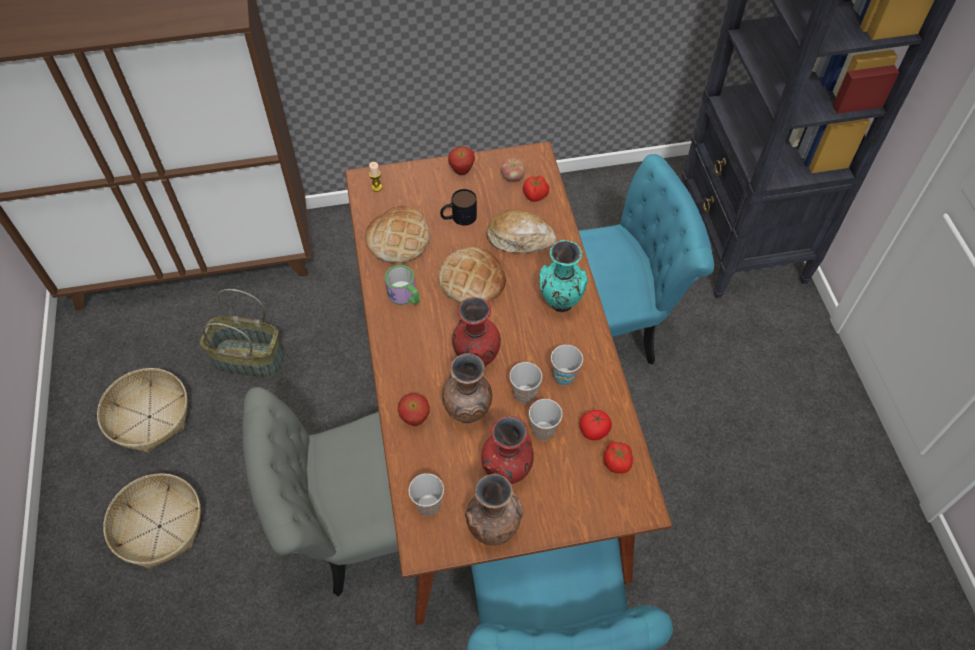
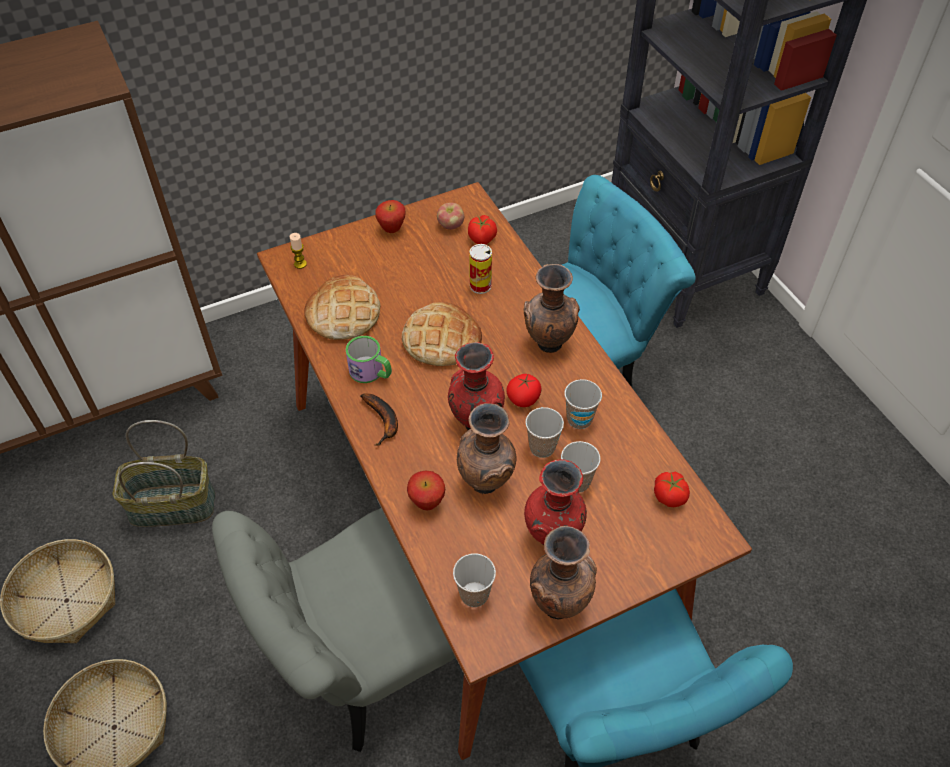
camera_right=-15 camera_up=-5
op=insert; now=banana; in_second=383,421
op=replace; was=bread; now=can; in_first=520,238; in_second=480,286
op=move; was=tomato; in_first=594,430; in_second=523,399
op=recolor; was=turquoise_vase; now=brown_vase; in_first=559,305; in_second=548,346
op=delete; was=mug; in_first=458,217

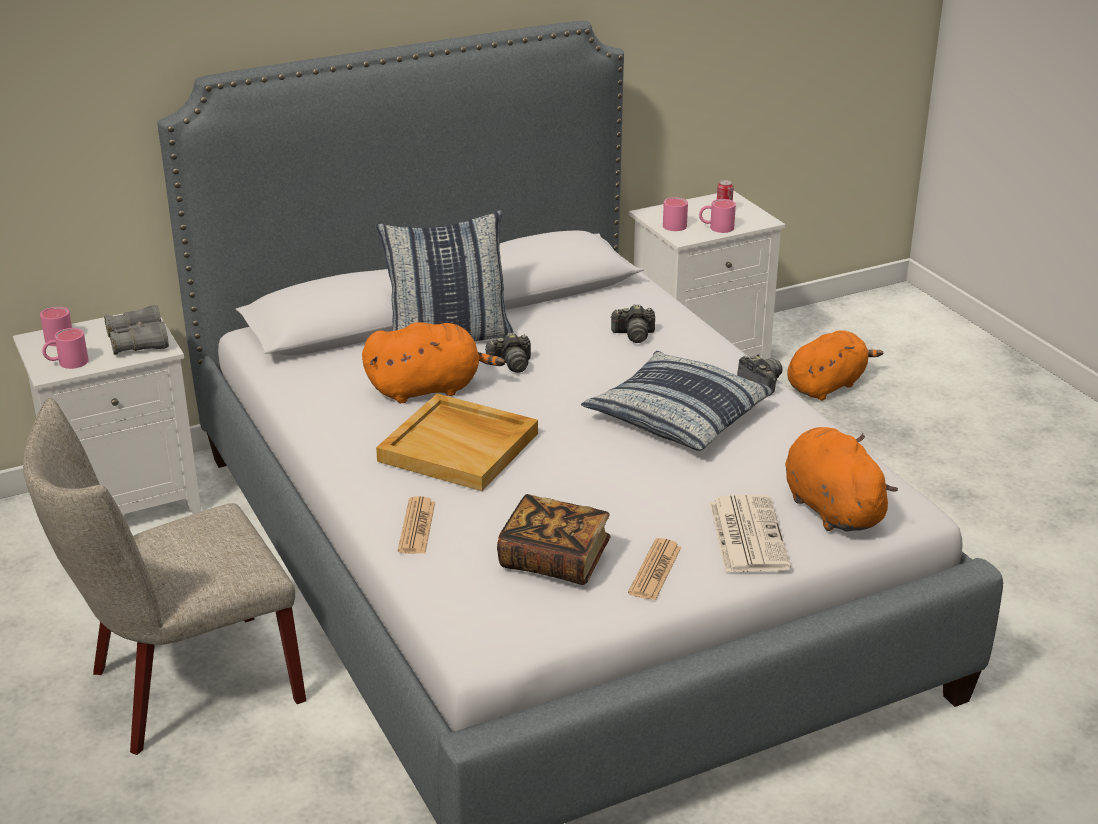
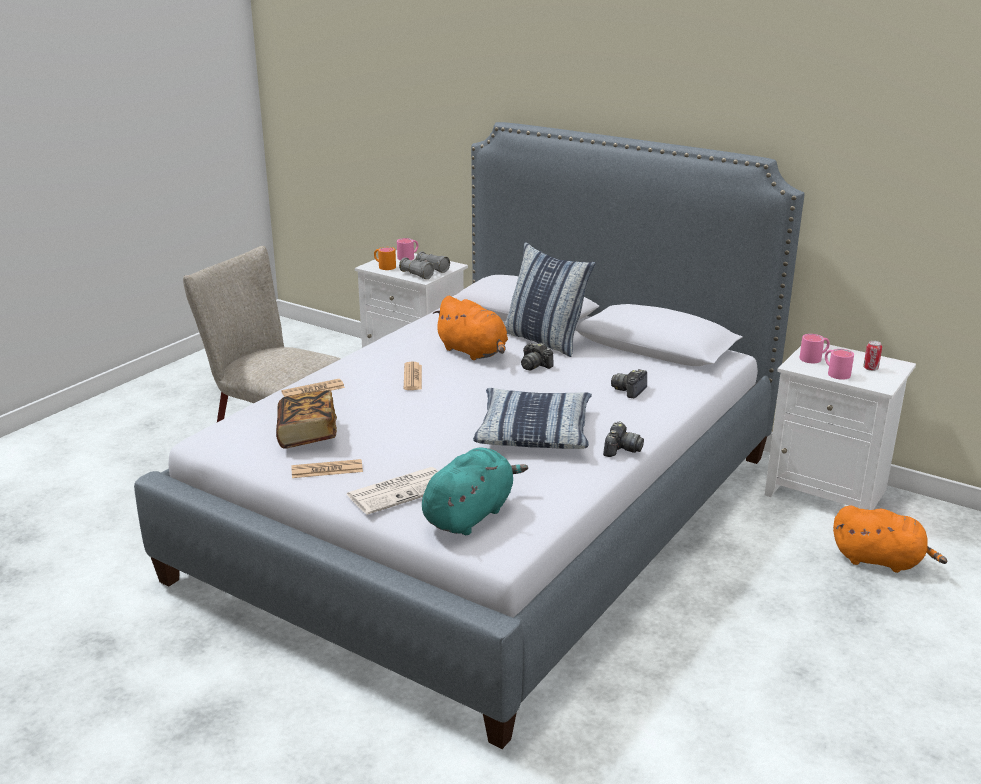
camera_right=60 camera_up=-5
op=recolor; was=pink_mug; now=orange_mug; in_first=66,363; in_second=384,266
op=replace; was=beige_tray; now=newspaper; in_first=460,447; in_second=412,377
op=recolor; was=orange_plush_toy; now=turquoise_plush_toy; in_first=830,507; in_second=470,515
op=rotate; was=photo_camera; in_first=633,335; in_second=630,391; clockwise=60

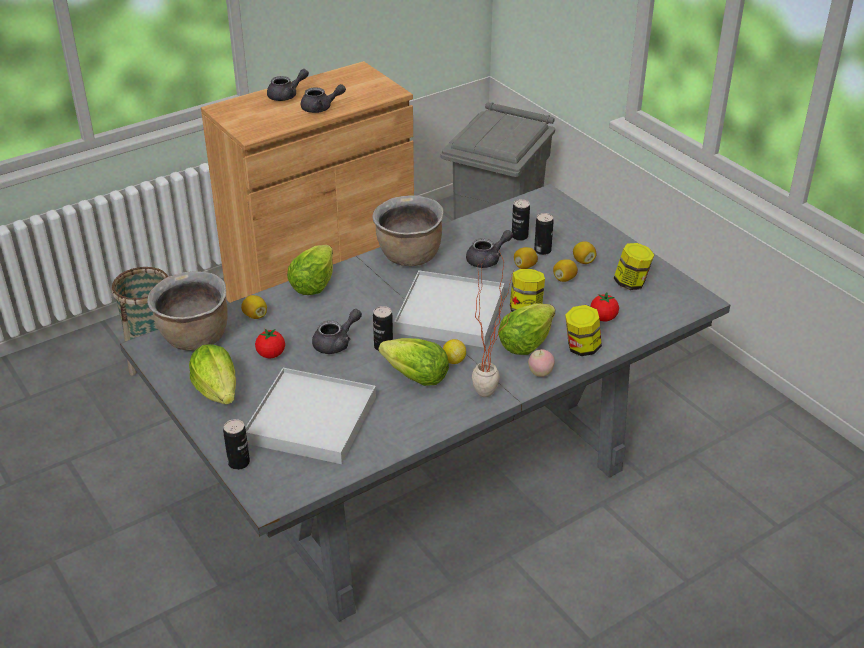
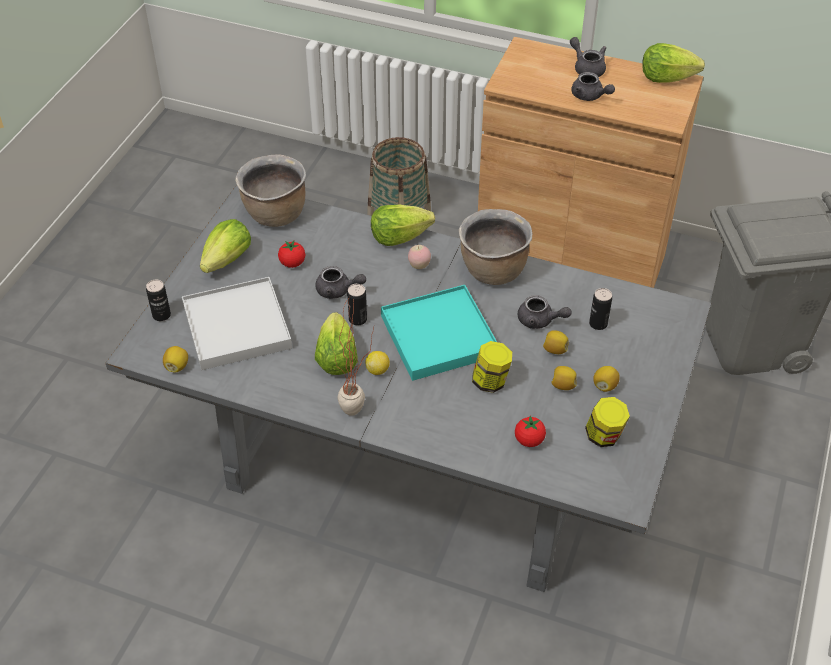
camera_right=55 camera_up=10
op=move; was=lemon; in_first=255,316; in_second=177,366
op=recolor; was=white_tray; now=turquoise_tray; in_first=450,313; in_second=439,336
op=move; was=apple; in_first=540,373; in_second=419,266
op=rotate; was=grey_teapot; in_first=287,95; in_second=587,68; clockwise=-150
op=move; was=lettuce; in_first=525,343; in_second=666,78
op=delete; was=can; in_first=542,250
op=delete; was=jar; in_first=581,348

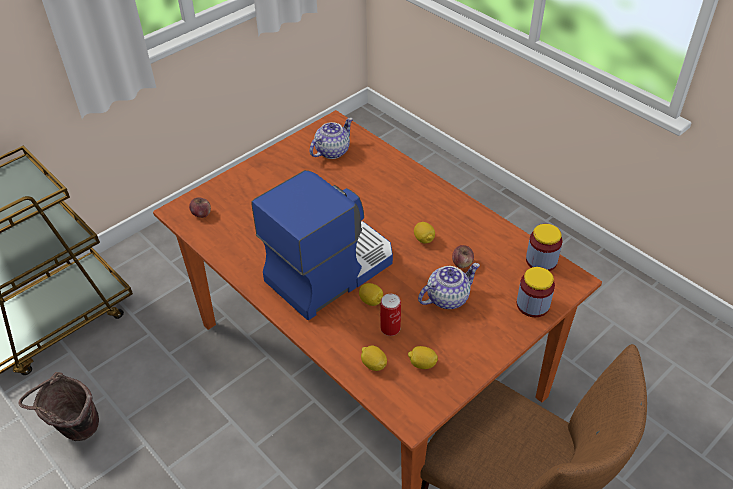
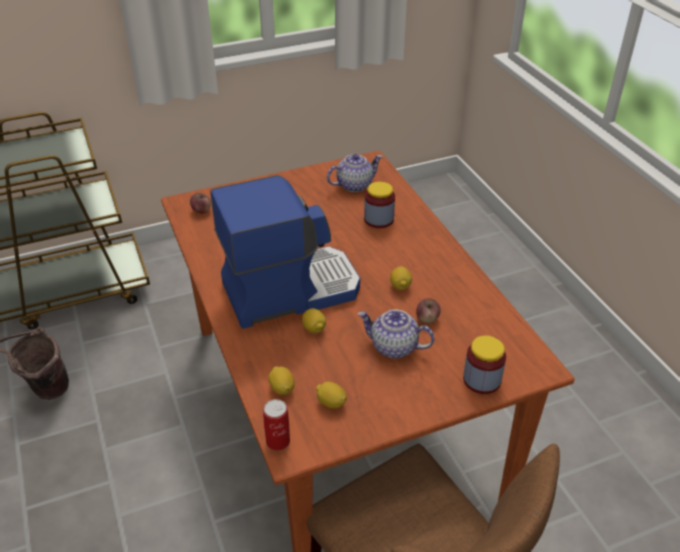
camera_right=20 camera_up=-5
op=move; was=can; in_first=390,328; in_second=278,441
op=rotate; was=teapot; in_first=447,297; in_second=393,347; clockwise=-150
op=move; was=jar; in_first=541,261; in_second=378,219

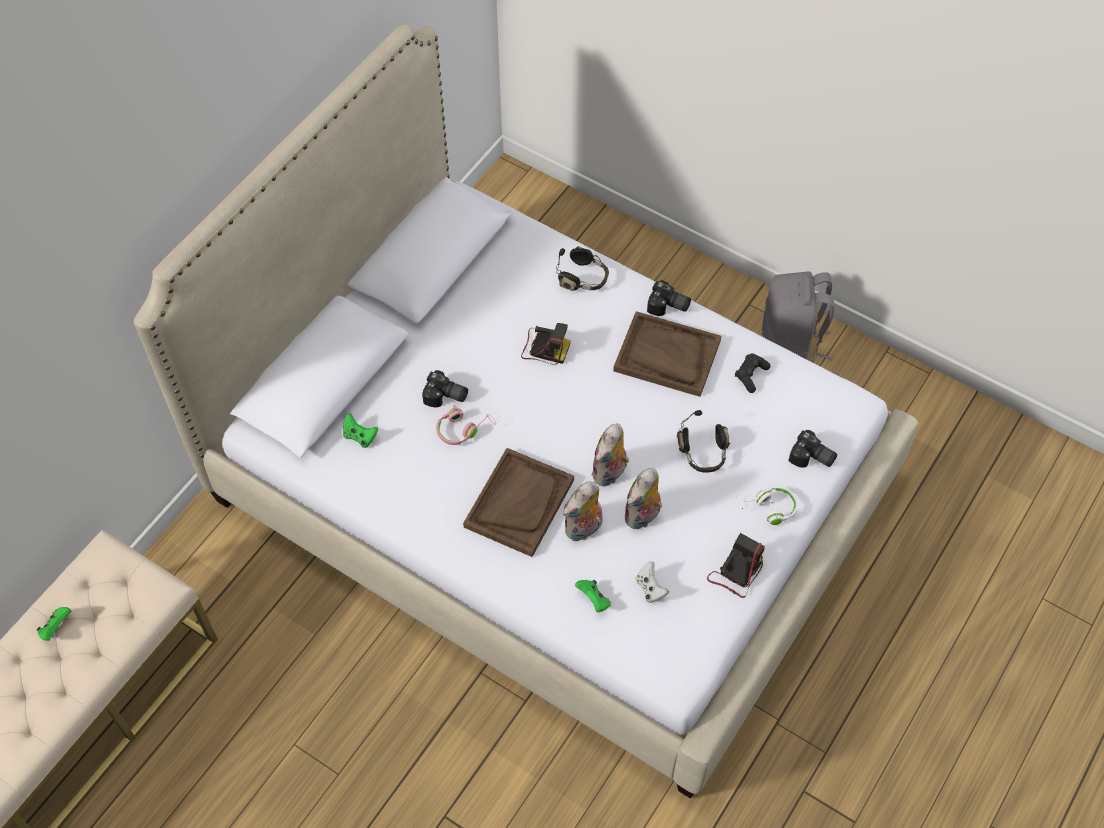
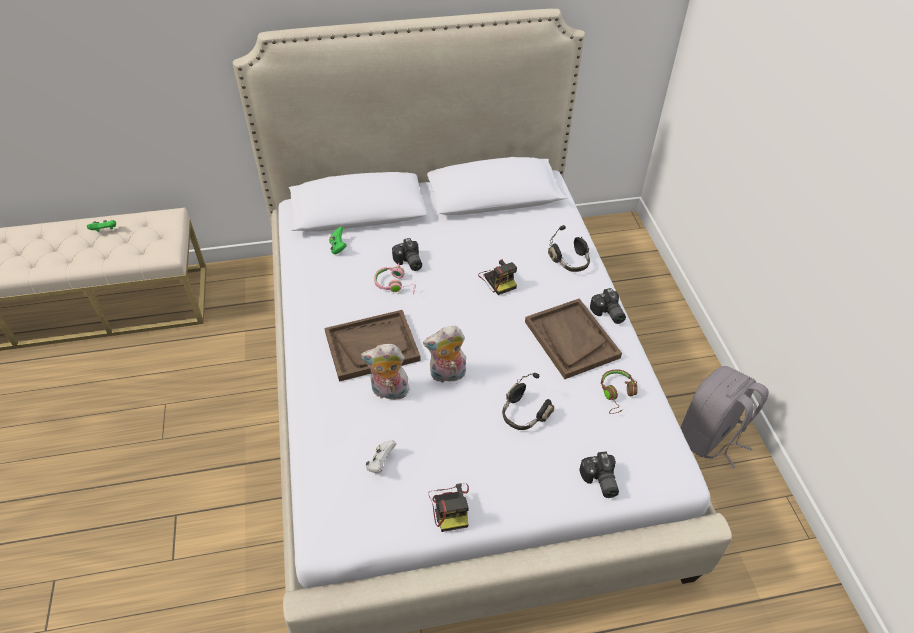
camera_right=45 camera_up=-10
op=rotate; was=photo_camera; in_first=736,572; in_second=450,507; clockwise=90
op=replace; was=black_game_controller; now=brown_headphones; in_first=750,375; in_second=617,394
op=delete; was=green_game_controller; in_first=594,600
op=delete; was=plush_toy; in_first=643,517
op=delete; was=white_headphones; in_first=768,508

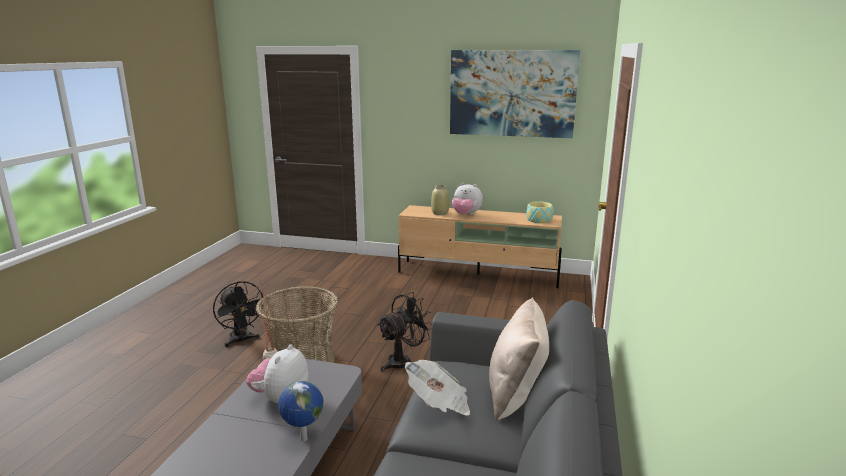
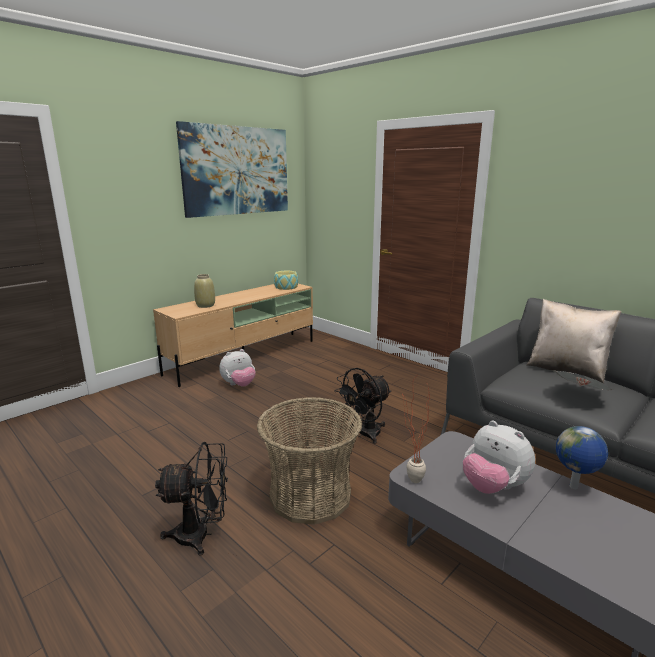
camera_right=-60 camera_up=0
op=move; was=plush_toy; in_first=466,215; in_second=239,385
op=rotate; was=black_fan; in_first=403,361; in_second=364,434; clockwise=-120

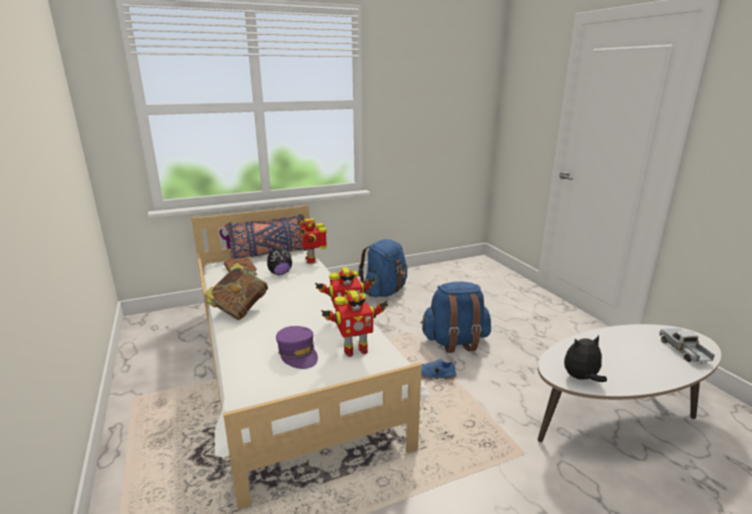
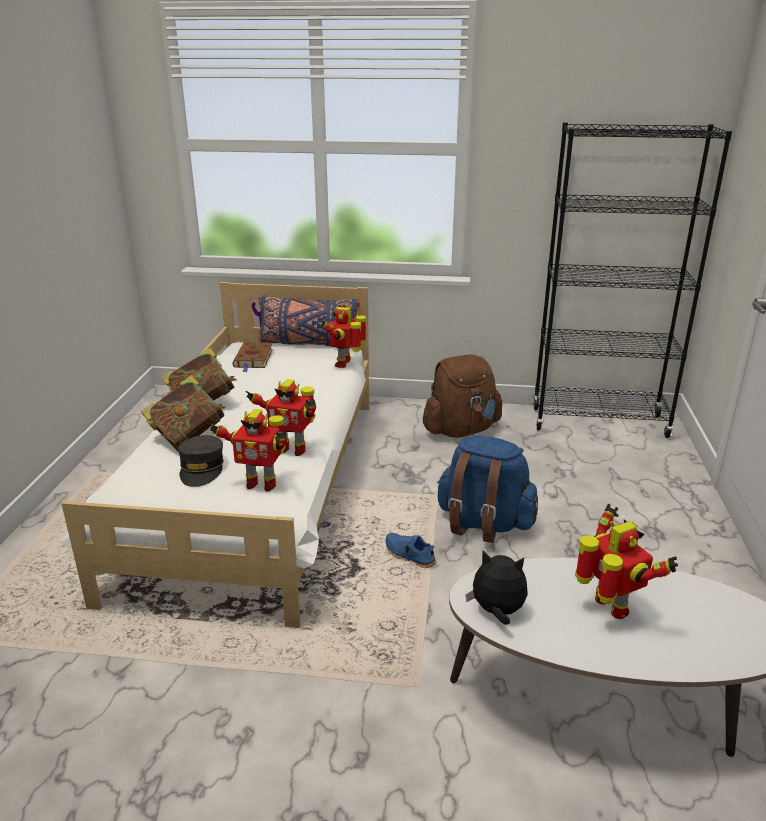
camera_right=30 camera_up=5
op=insert; now=book; in_second=188,437
op=recolor; was=purple_cap; now=grey_cap; in_first=298,354; in_second=202,469
op=recolor; was=blue_backpack; now=brown_backpack; in_first=385,291; in_second=461,430
op=insert; now=black_bookcase; in_second=599,423
op=insert; now=toy_robot; in_second=609,608
op=delete; was=plush_toy; in_first=280,273
op=delete; was=toy_truck; in_first=684,351

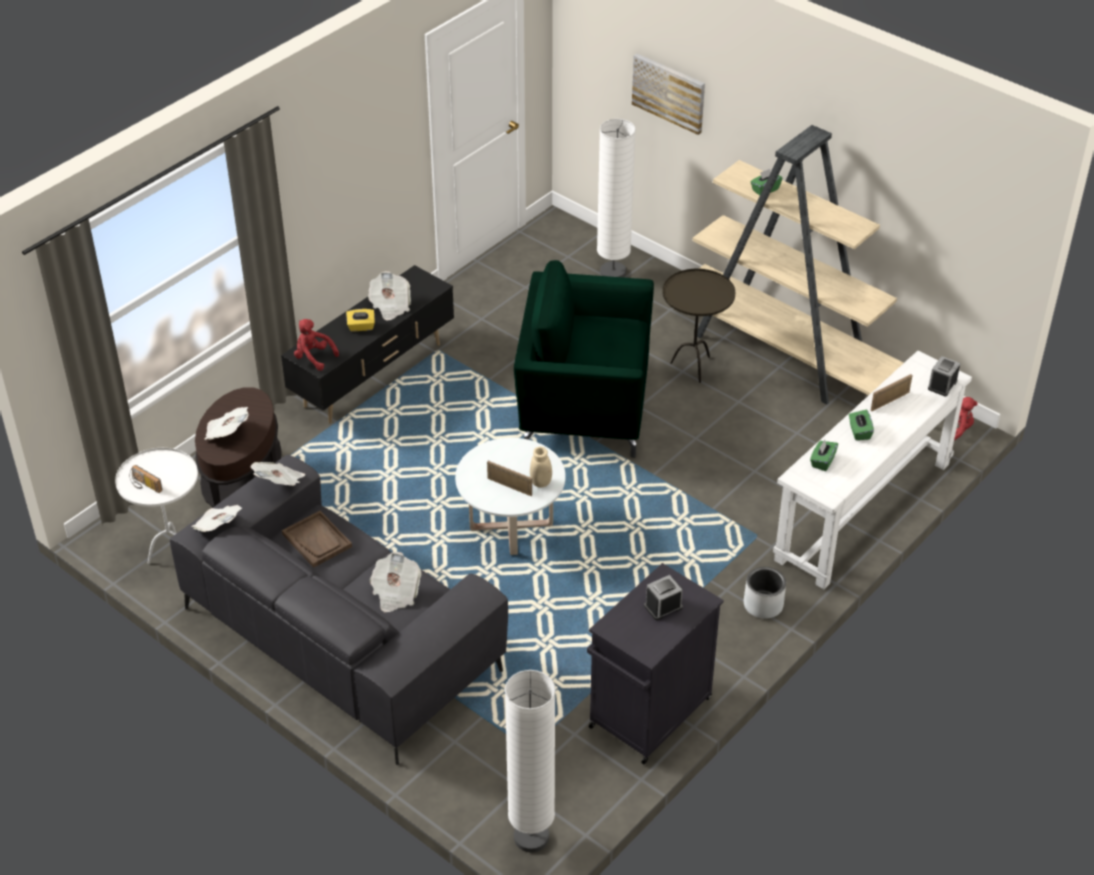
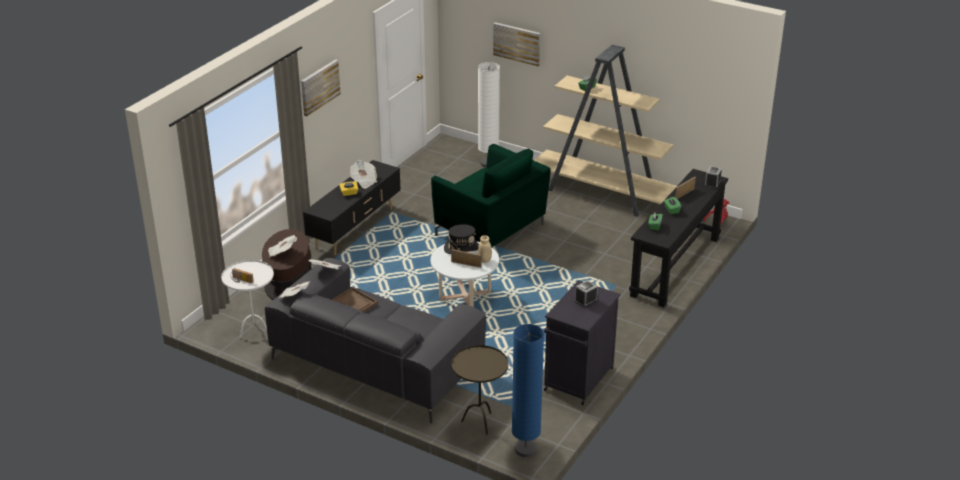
camera_right=-10 camera_up=-10
op=insert; now=picture; in_second=319,87
op=rotate; was=green_armchair; in_first=583,404; in_second=490,230; clockwise=-135
op=insert; now=black_hat; in_second=462,248
op=move; was=brown_side_table; in_first=693,367; in_second=479,423
op=recolor; was=white_floor_lamp; now=blue_floor_lamp; in_first=531,837; in_second=525,449
op=recolor; was=white_console_table; now=black_console_table; in_first=863,511; in_second=675,266
op=delete; was=red_plush_toy; in_first=313,357
op=delete; was=newspaper; in_first=395,593
op=delete; was=grey_planter; in_first=763,604

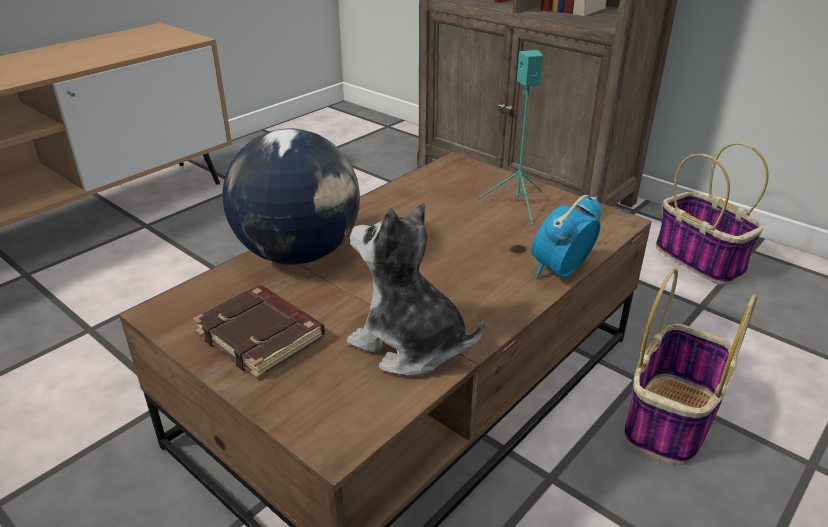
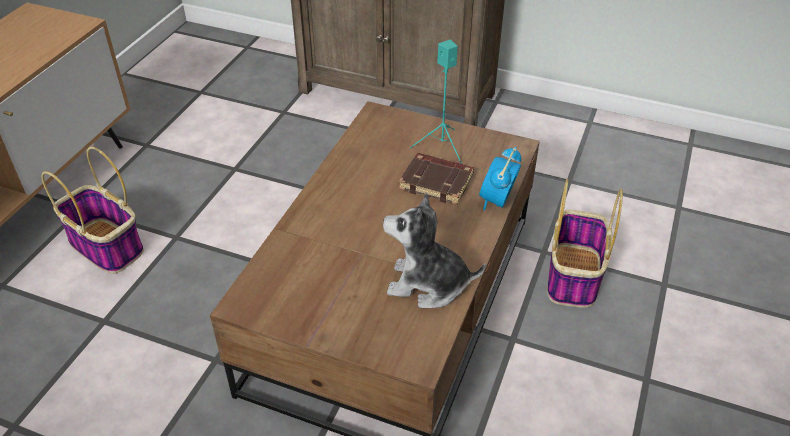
camera_right=-20 camera_up=10
op=move; was=basket; in_first=701,260; in_second=107,246
op=move; was=brown_book; in_first=262,336; in_second=437,182
op=delete; was=globe; in_first=299,254

